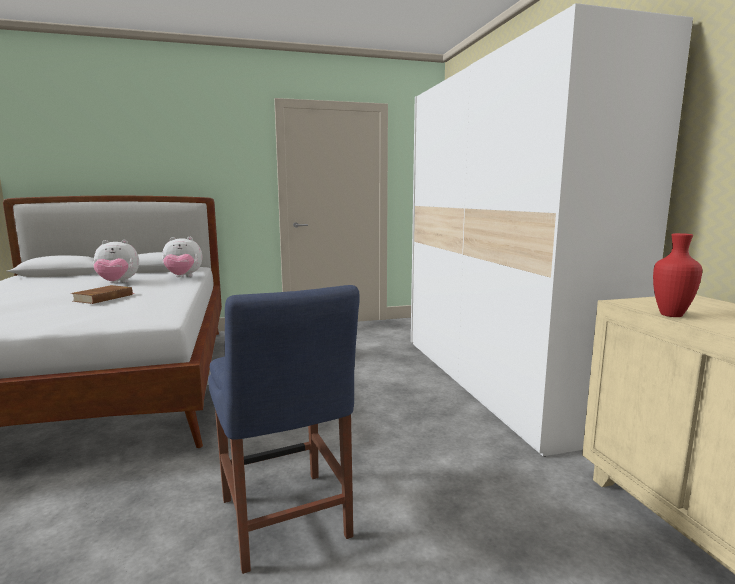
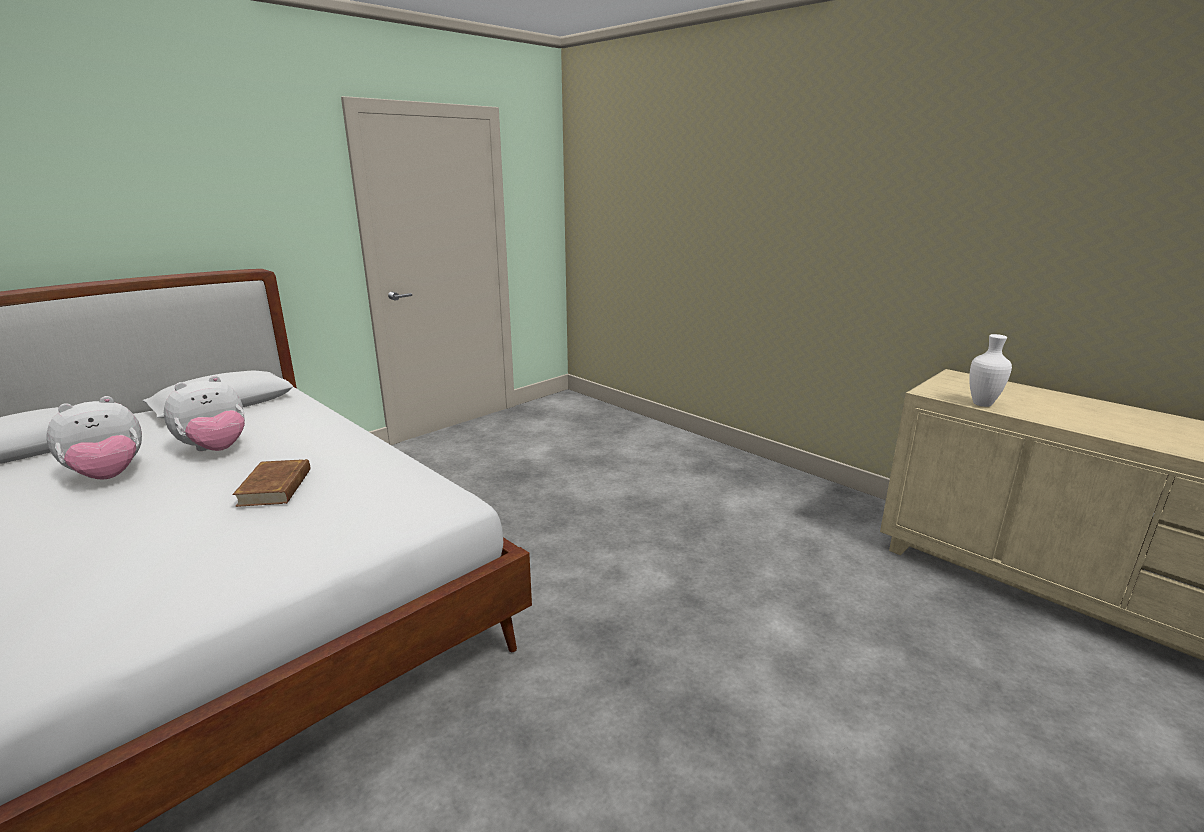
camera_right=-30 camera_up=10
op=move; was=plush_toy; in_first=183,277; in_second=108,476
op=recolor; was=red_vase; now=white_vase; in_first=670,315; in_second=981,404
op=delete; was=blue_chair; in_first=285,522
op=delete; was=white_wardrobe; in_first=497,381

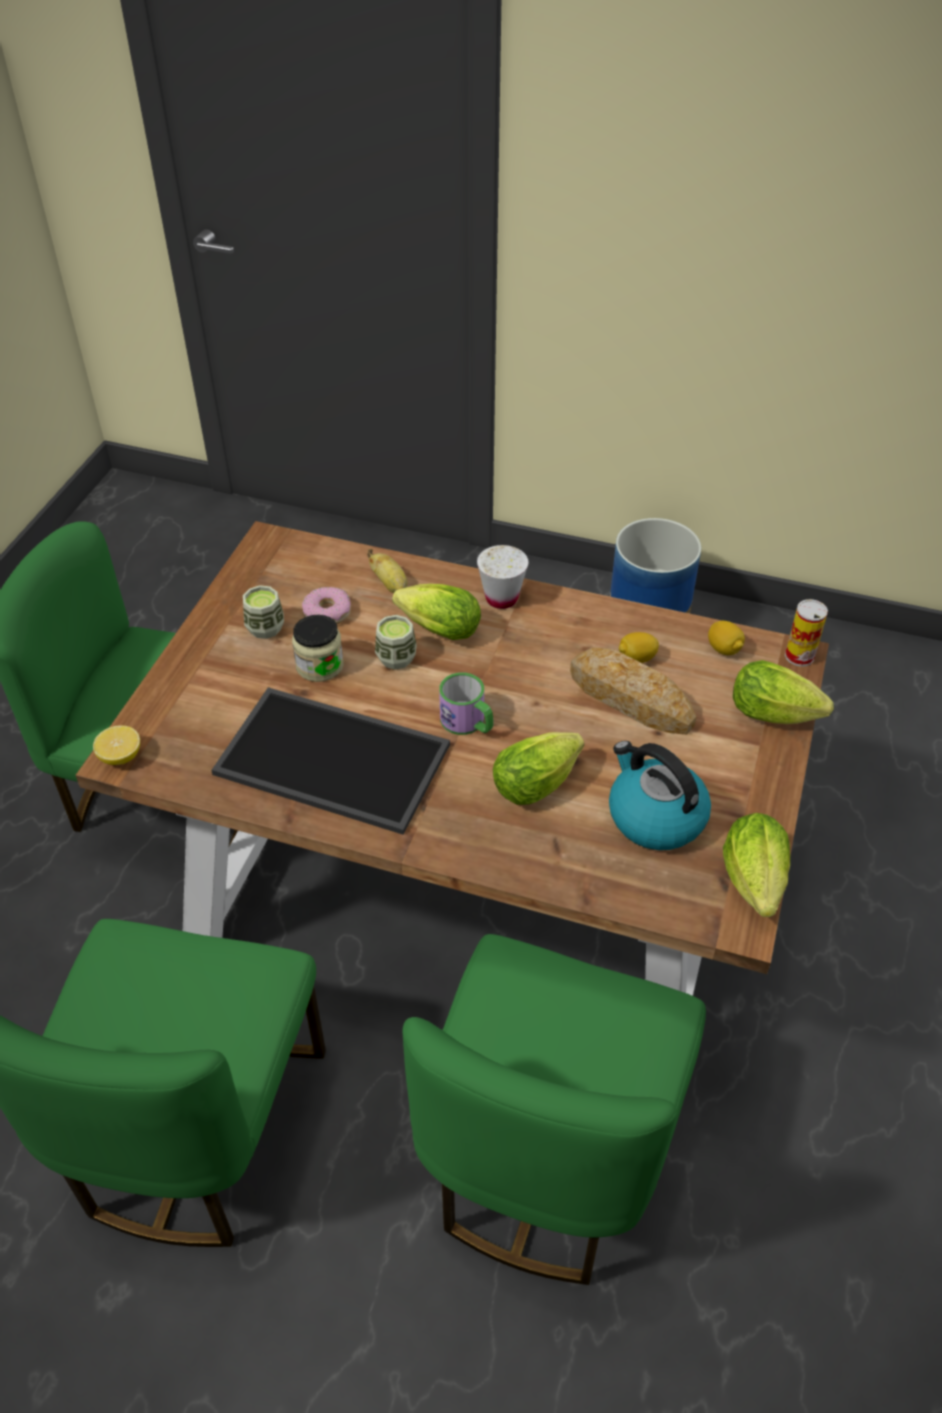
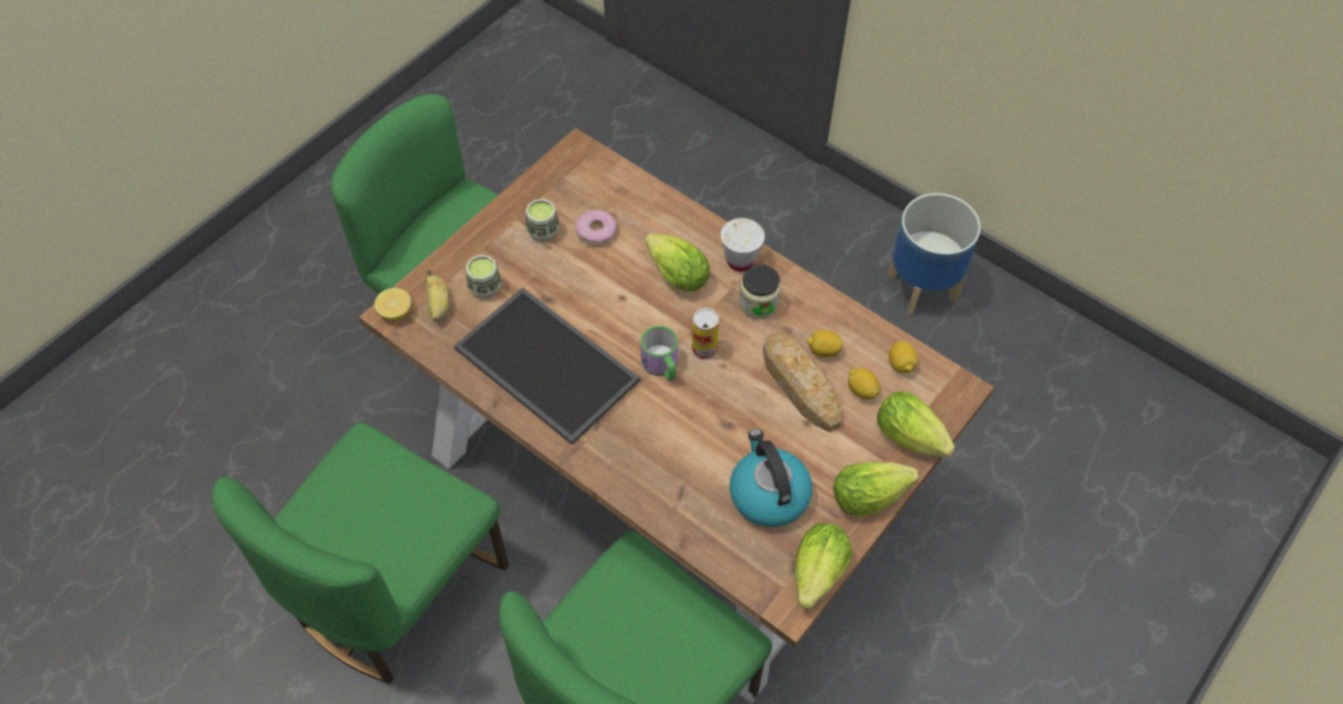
camera_right=20 camera_up=10
op=move; was=banana; in_first=390,585; in_second=438,305
op=move; was=cup; in_first=396,658; in_second=485,288
op=move; was=can; in_first=799,656; in_second=704,349
op=move; was=jar; in_first=320,665; in_second=758,303
op=move; was=lettuce; in_first=539,781; in_second=873,495
op=insert; now=lemon; in_second=861,390

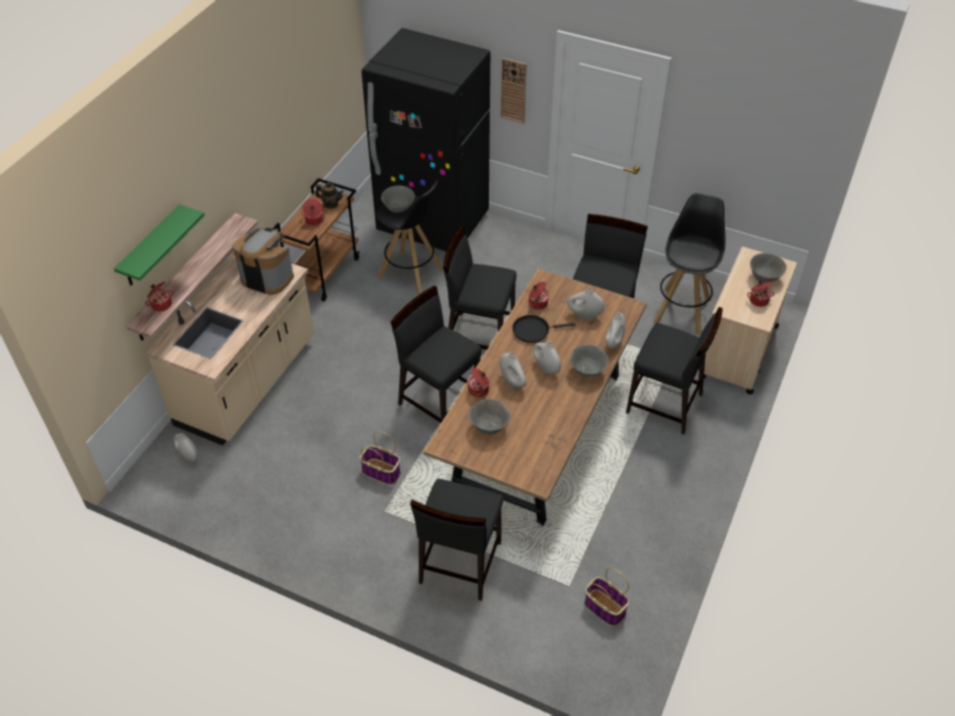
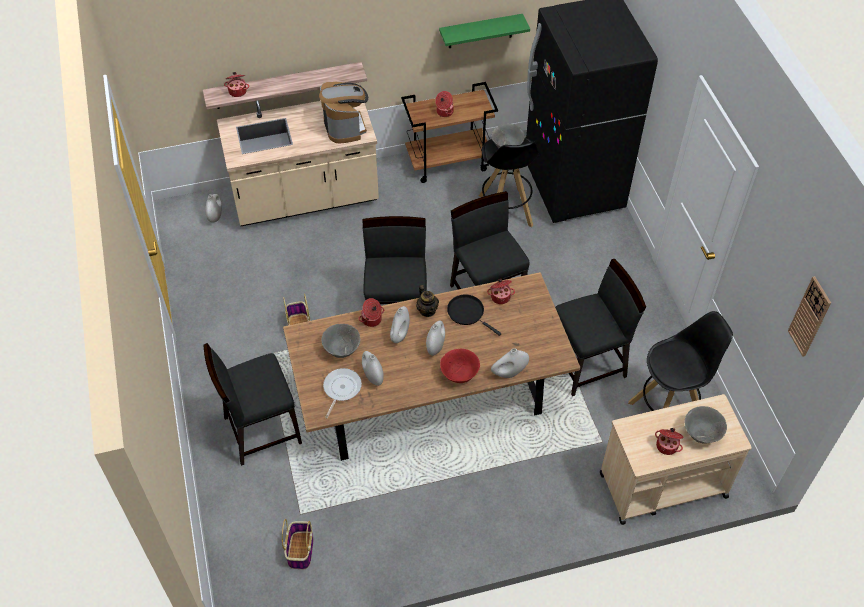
camera_right=50 camera_up=5
op=insert; now=frying_pan; in_second=341,389
op=move; was=white_vase; in_first=584,315; in_second=373,376
op=move; was=teapot; in_first=331,204; in_second=427,310
op=move; was=green_shelf; in_first=151,247; in_second=480,31
op=recolor; was=grey_bowl; now=red_bowl; in_first=587,371; in_second=459,375
op=move; was=wall_clock; in_first=513,90; in_second=809,317
op=delete; was=black_chair; in_first=665,404

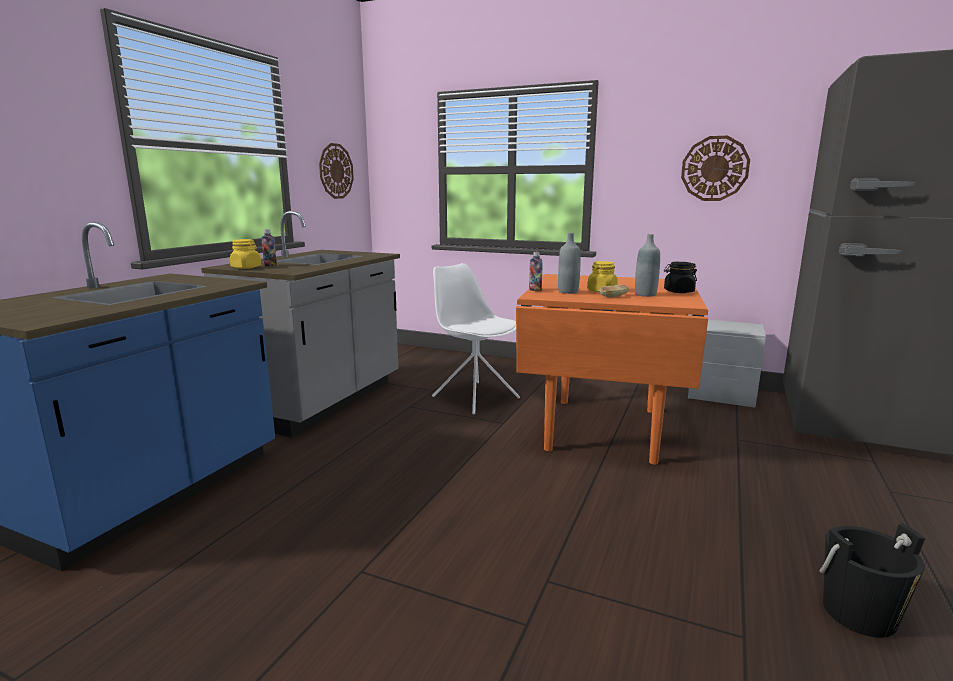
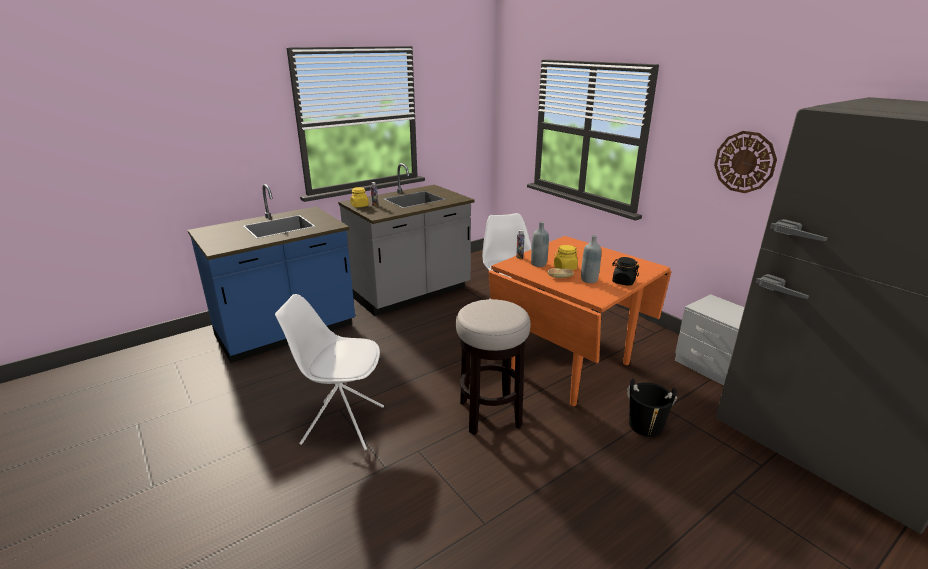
camera_right=30 camera_up=10
op=insert; now=white_chair; in_second=342,424
op=insert; now=stool; in_second=490,414
op=move; was=black_bucket; in_first=859,613; in_second=645,425
op=delete; was=wall_clock; in_first=336,171

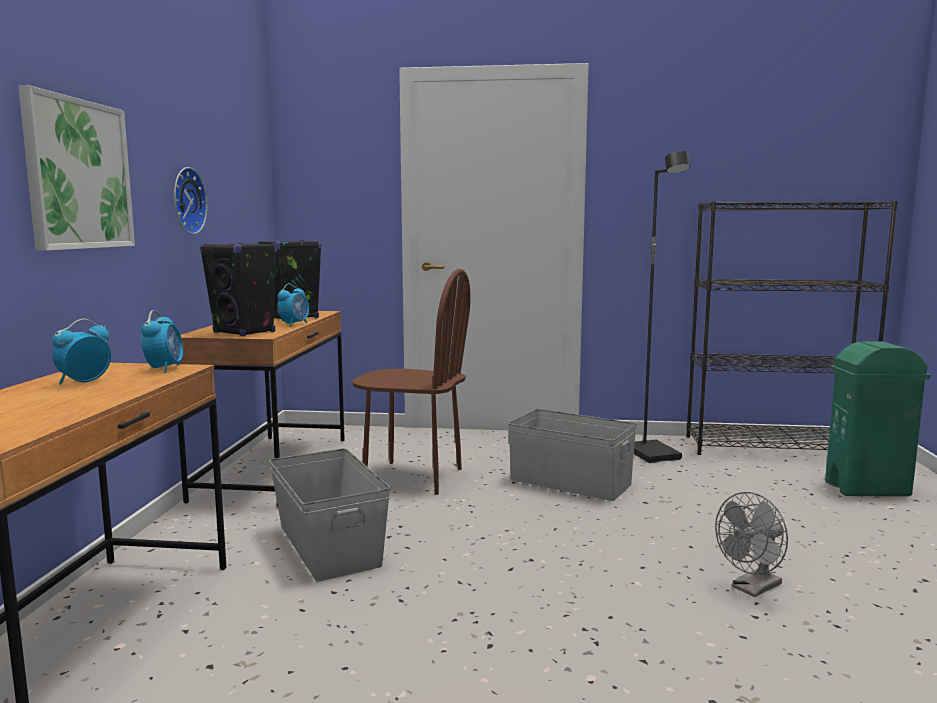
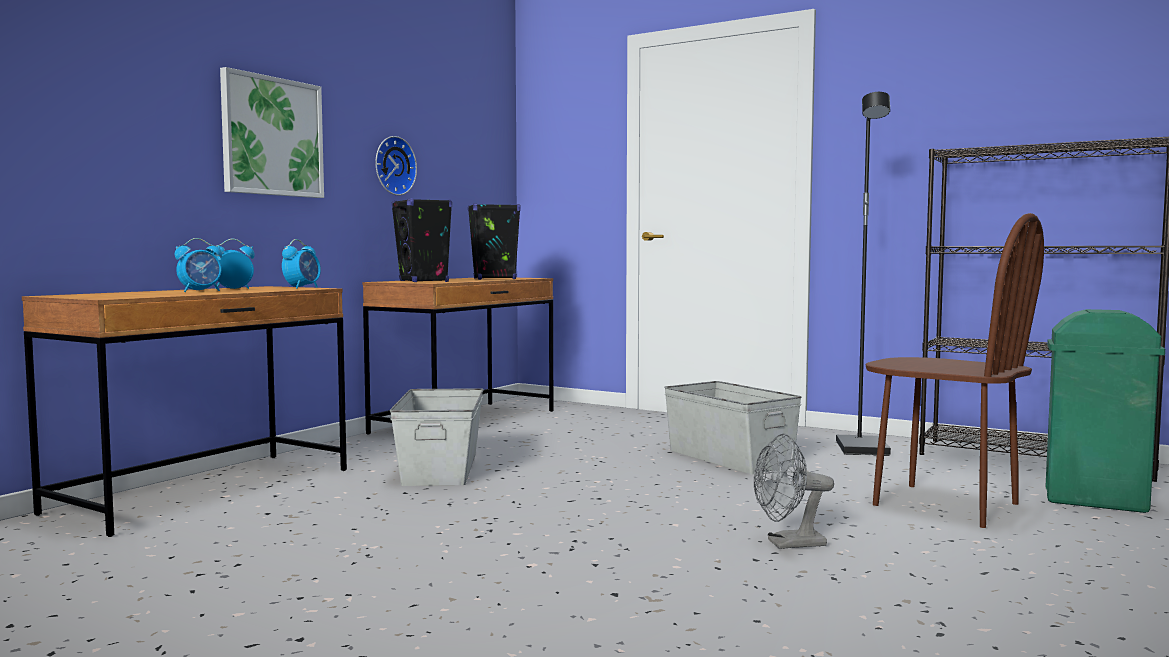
camera_right=25 camera_up=-5
op=move; was=alarm_clock; in_first=294,324; in_second=201,291
op=move; was=brown_chair; in_first=413,477; in_second=945,505

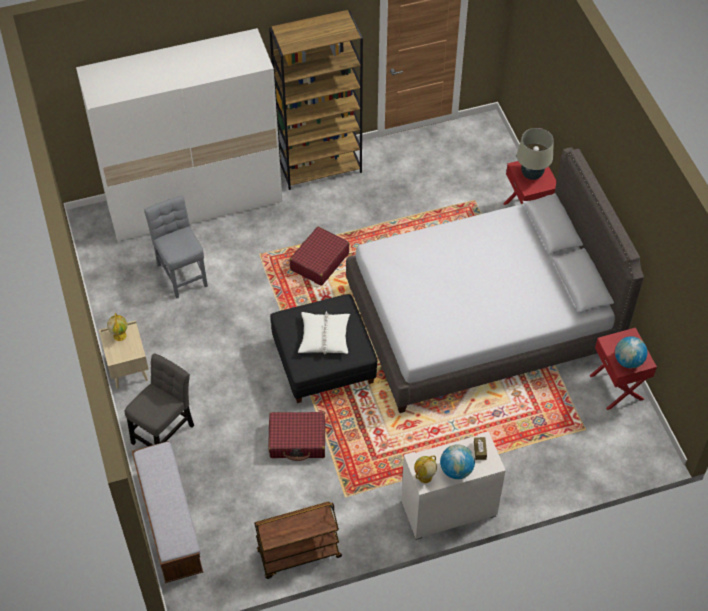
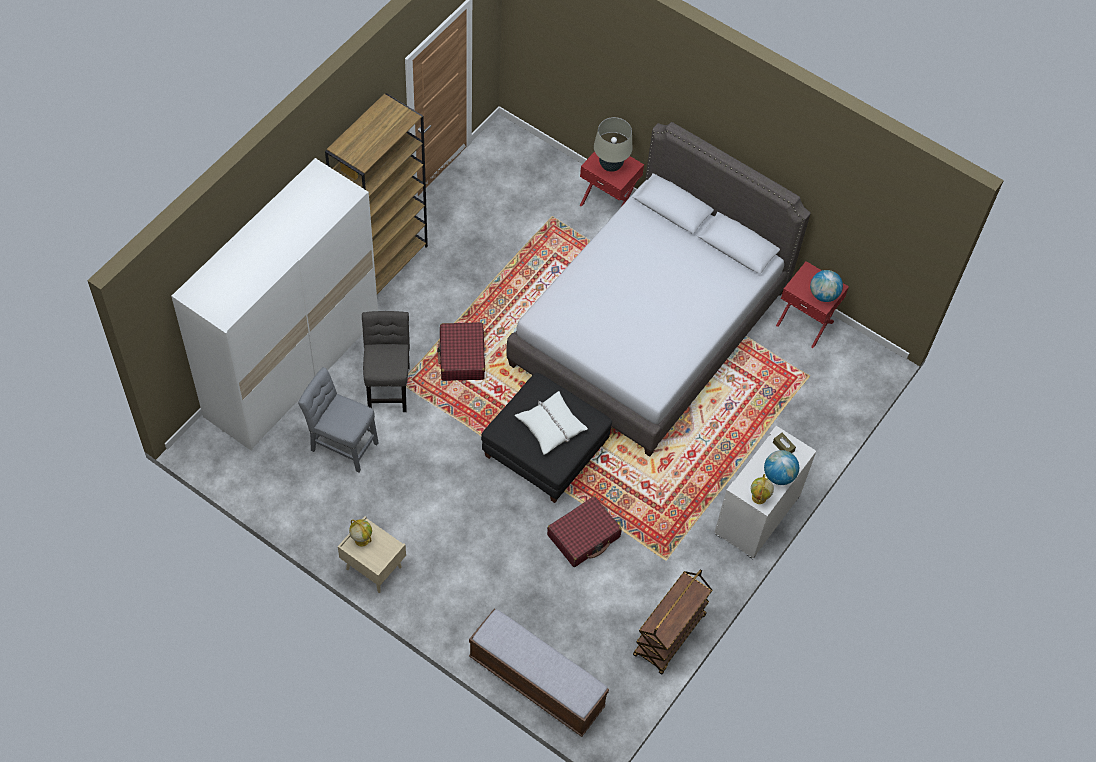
camera_right=-40 camera_up=5
op=move; was=grey_chair; in_first=164,431; in_second=388,385

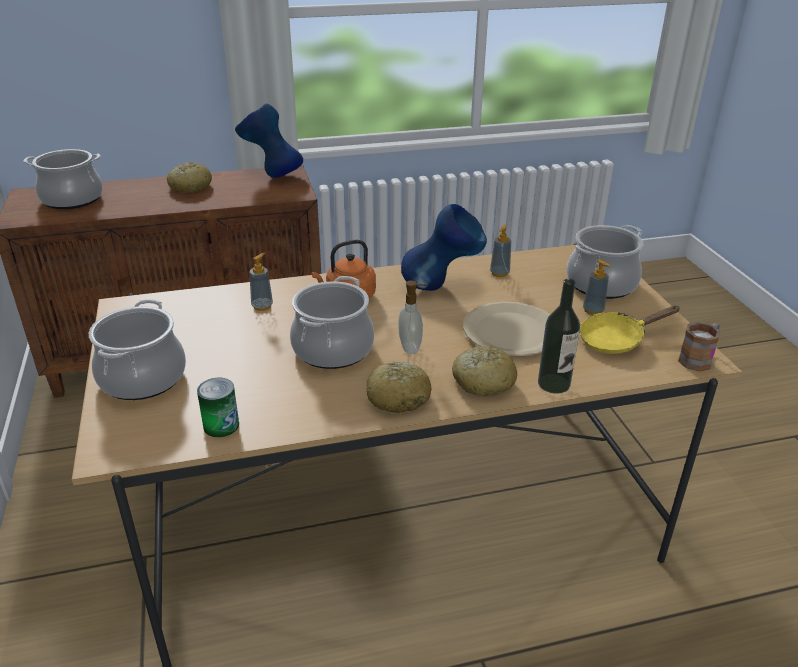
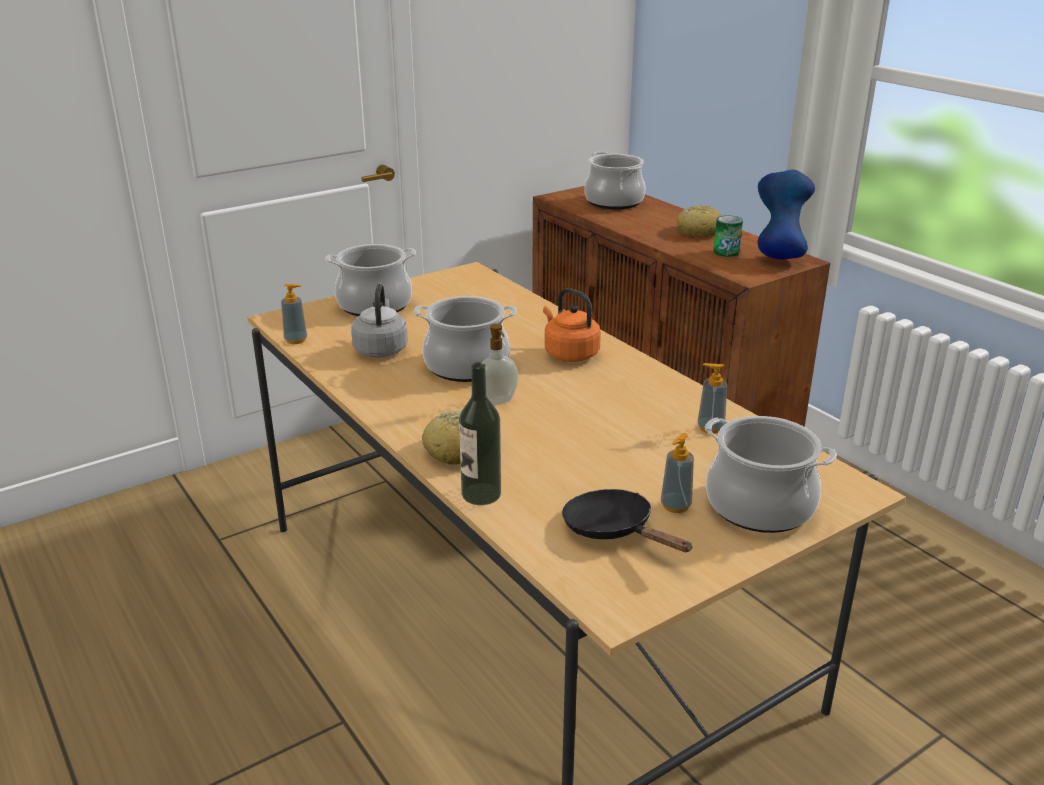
camera_right=70 camera_up=-5
op=move; was=soap_dispenser; in_first=262,306; in_second=296,340
op=insert; now=grey_kettle; in_second=381,349
op=recolor; was=yellow_frying_pan; now=black_frying_pan; in_first=616,339; in_second=614,530
op=move; was=can; in_first=221,425; in_second=726,252
op=delete; was=bread; in_first=398,397
op=delete; was=blue_vase; in_first=442,288
op=delete; was=beige_plate; in_first=511,331
op=delete; was=mug; in_first=698,358

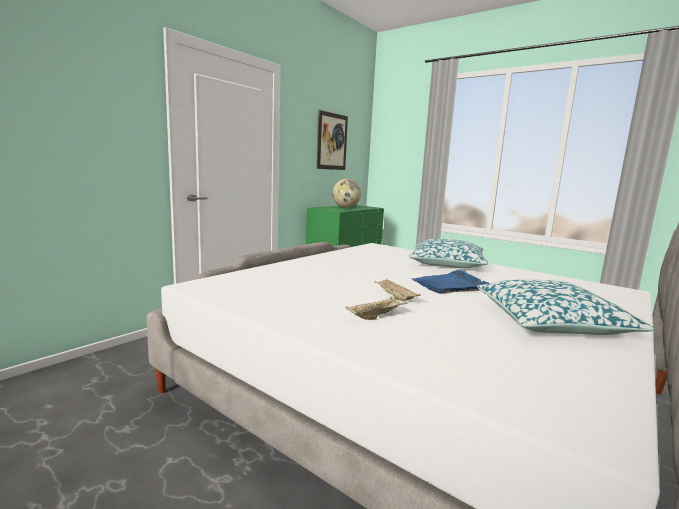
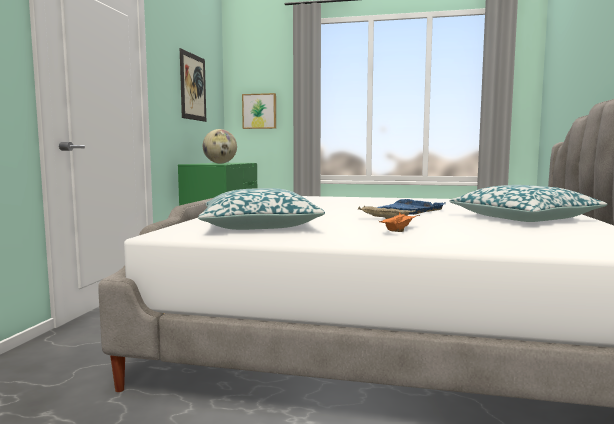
camera_right=-25 camera_up=-5
op=move; was=pillow; in_first=446,263; in_second=259,226
op=insert; now=picture; in_second=259,111
op=recolor; was=beige_tray; now=orange_tray; in_first=375,316; in_second=399,230

